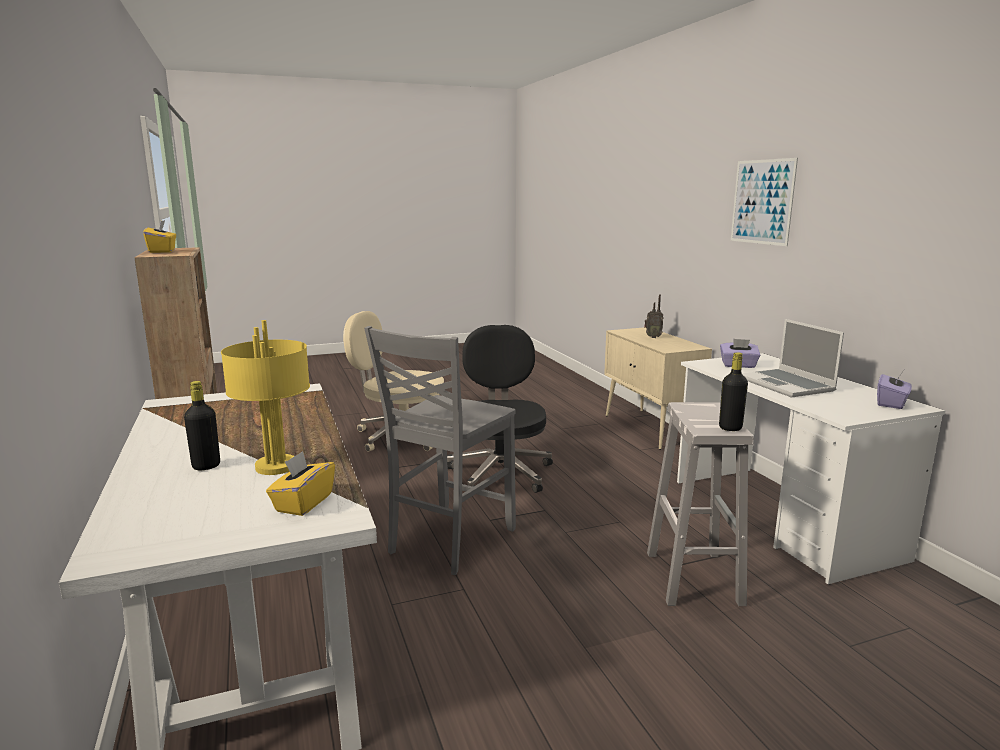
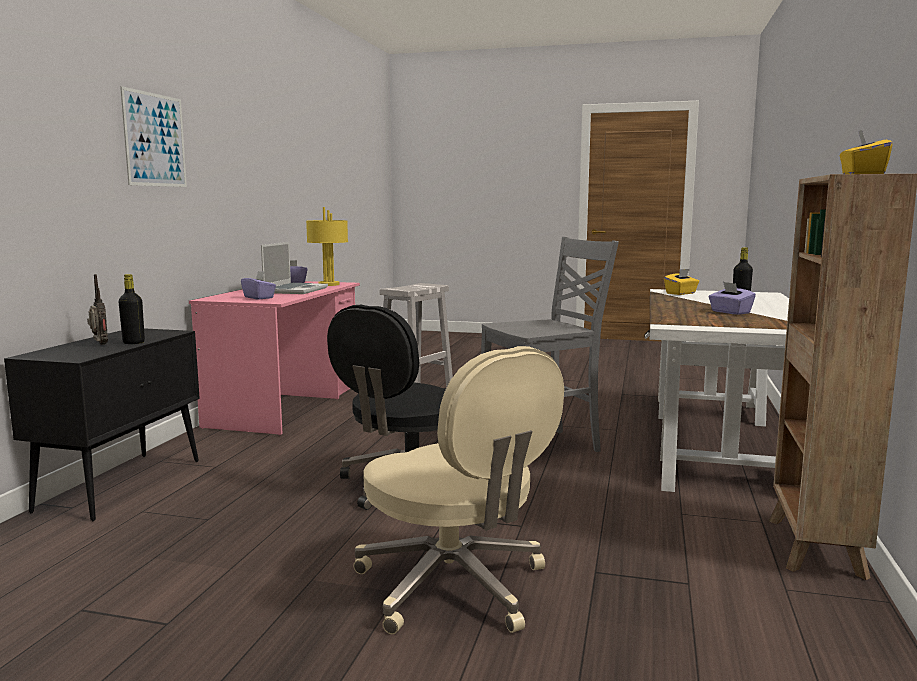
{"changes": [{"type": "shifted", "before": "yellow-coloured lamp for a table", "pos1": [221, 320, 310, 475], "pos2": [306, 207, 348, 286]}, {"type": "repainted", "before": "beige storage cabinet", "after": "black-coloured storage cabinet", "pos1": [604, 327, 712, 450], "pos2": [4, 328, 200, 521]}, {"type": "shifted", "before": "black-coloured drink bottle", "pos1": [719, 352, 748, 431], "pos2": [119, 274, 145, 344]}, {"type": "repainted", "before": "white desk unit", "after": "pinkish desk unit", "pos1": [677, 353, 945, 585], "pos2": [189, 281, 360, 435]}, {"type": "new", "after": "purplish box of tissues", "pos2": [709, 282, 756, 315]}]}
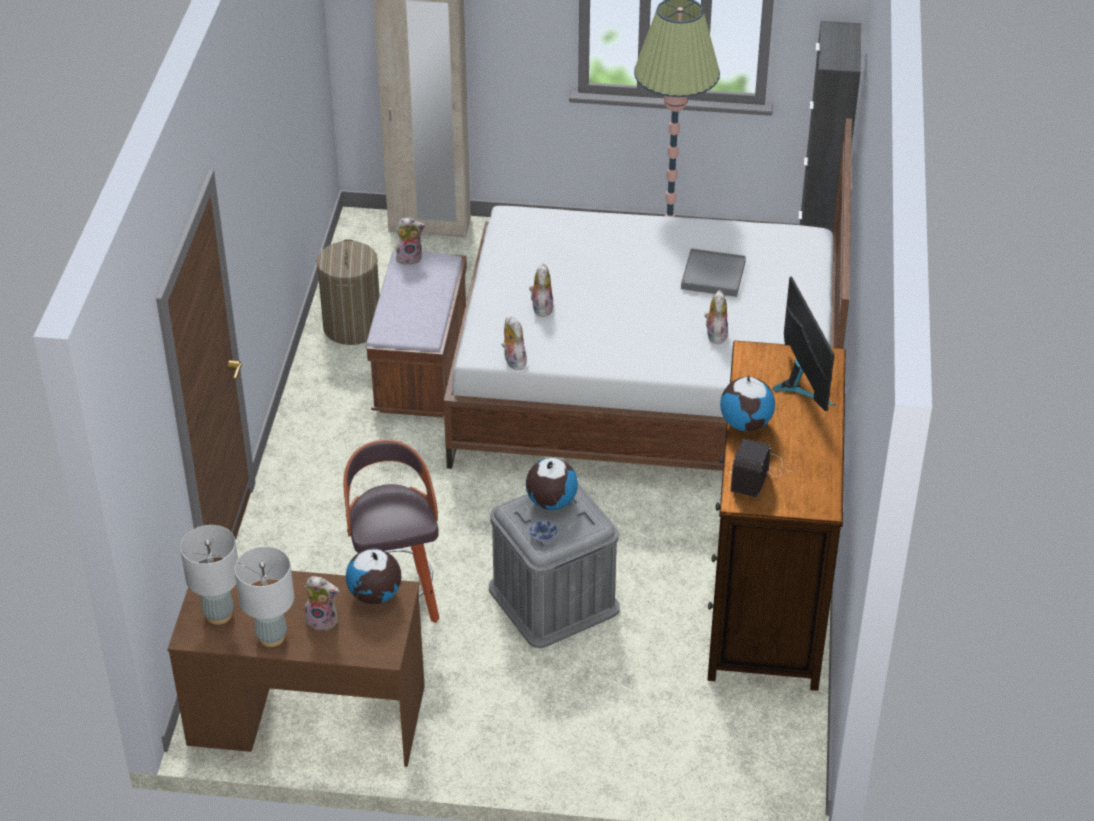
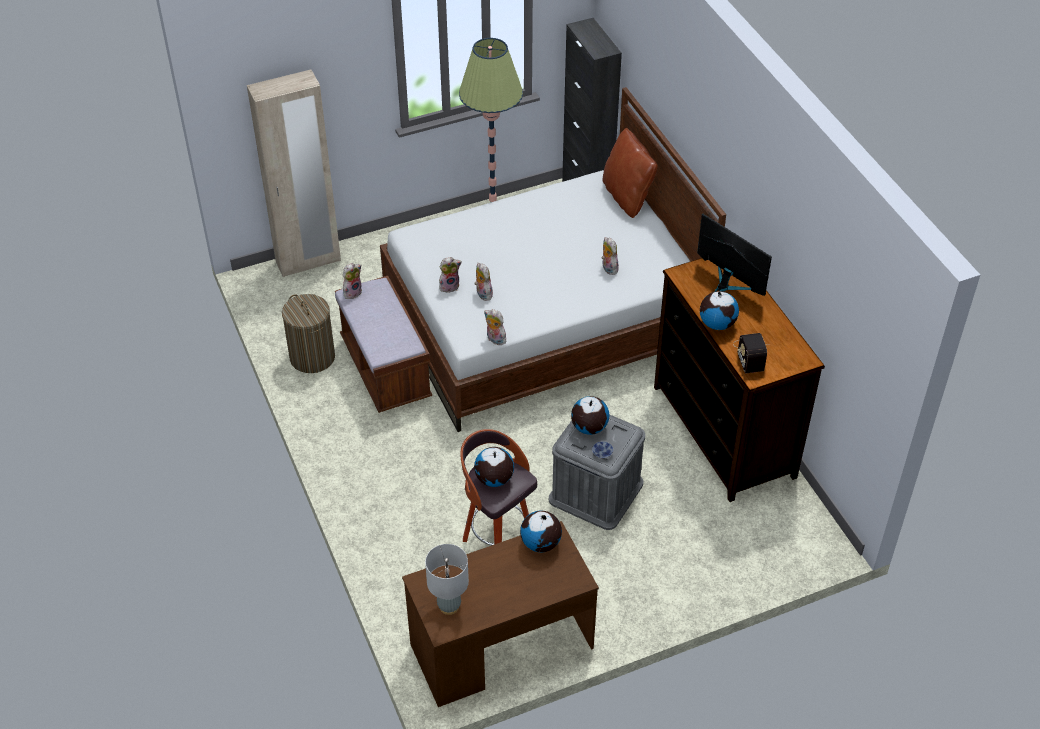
{"changes": [{"type": "gone", "before": "greyish serving tray", "pos1": [681, 248, 746, 297]}, {"type": "gone", "before": "greyish lamp for a table", "pos1": [234, 547, 294, 647]}, {"type": "shifted", "before": "cuddly toy", "pos1": [305, 576, 340, 631], "pos2": [439, 257, 462, 294]}, {"type": "new", "after": "brown throw pillow", "pos2": [602, 128, 658, 218]}, {"type": "new", "after": "world globe", "pos2": [474, 447, 514, 487]}]}
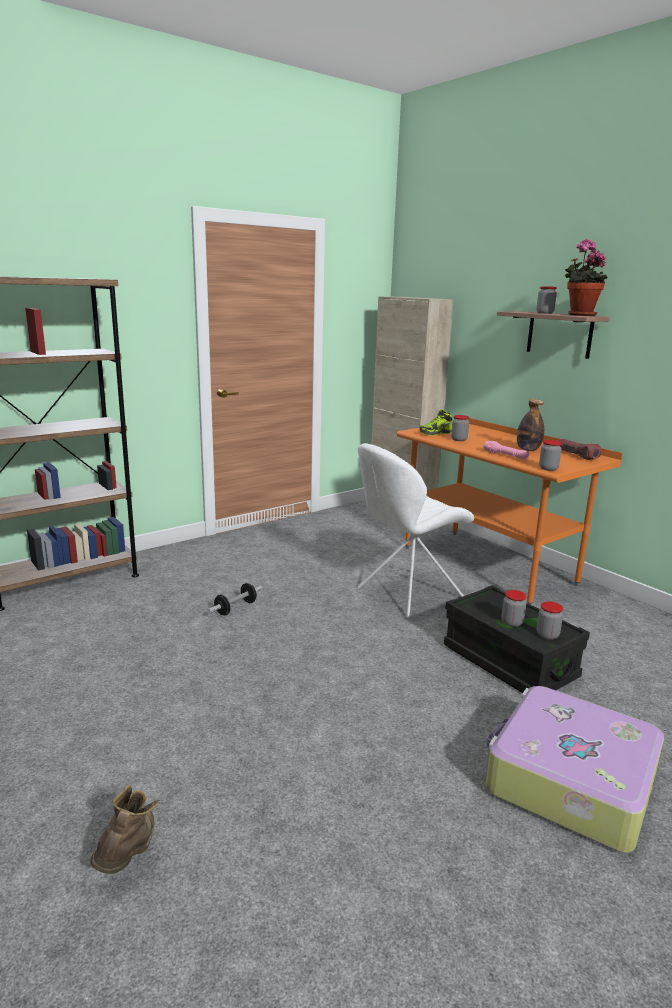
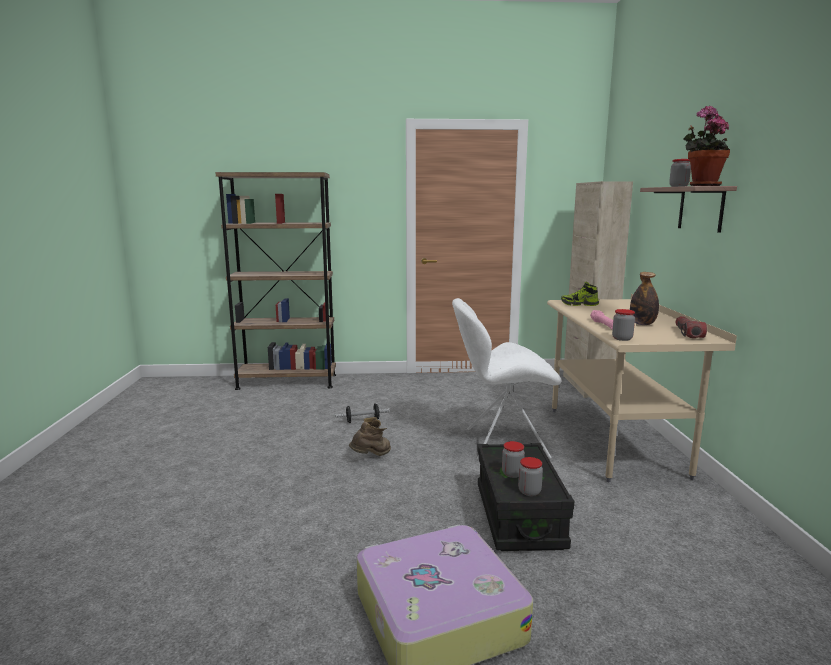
{"changes": [{"type": "gone", "before": "jar", "pos1": [451, 415, 469, 441]}, {"type": "repainted", "before": "orange desk unit", "after": "beige desk unit", "pos1": [397, 418, 623, 605], "pos2": [547, 294, 737, 482]}, {"type": "shifted", "before": "brown boot", "pos1": [90, 785, 160, 874], "pos2": [349, 417, 391, 456]}]}
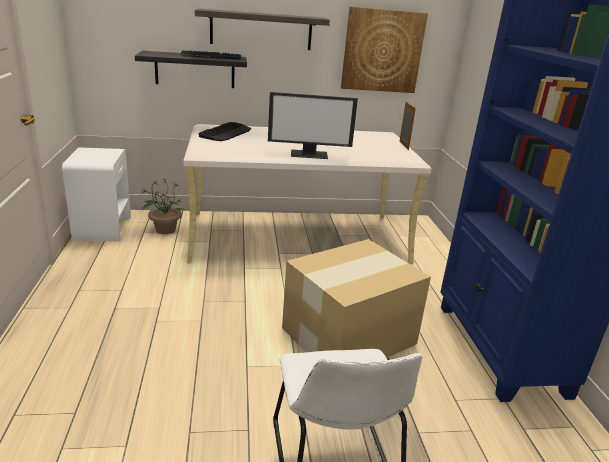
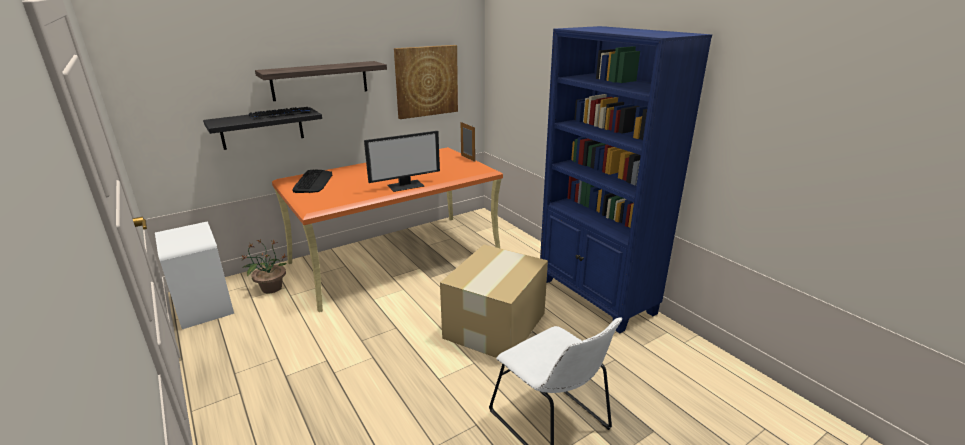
{"changes": [{"type": "repainted", "before": "beige desk unit", "after": "orange desk unit", "pos1": [183, 124, 432, 264], "pos2": [272, 147, 503, 312]}]}
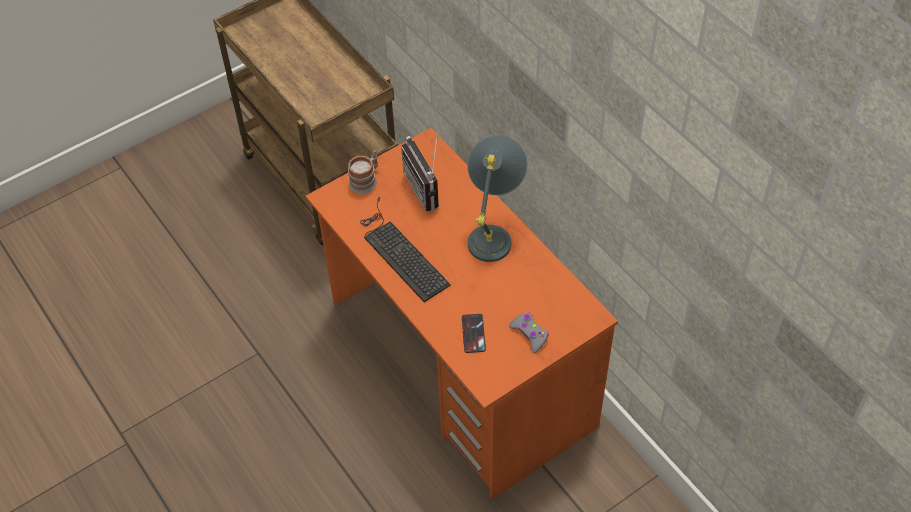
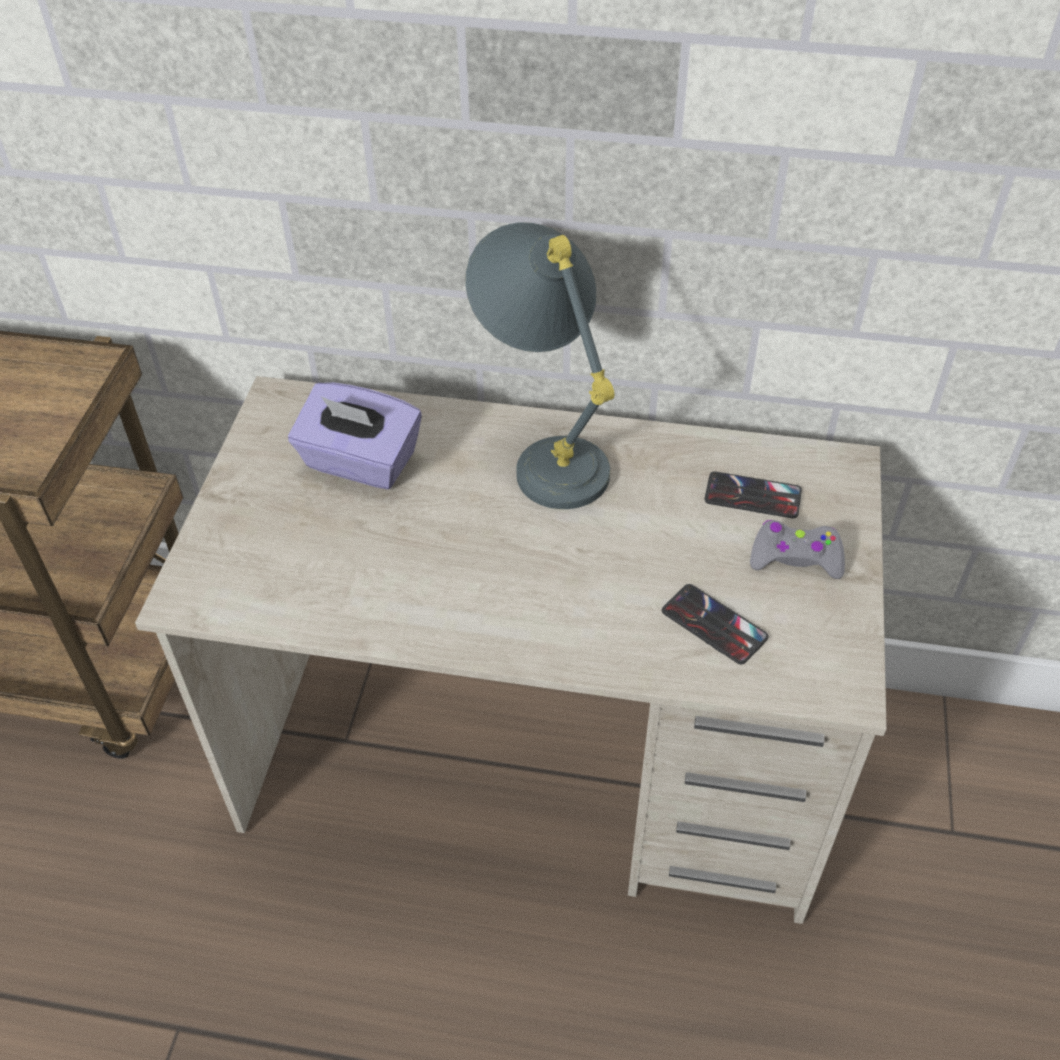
{"changes": [{"type": "repainted", "before": "orange desk unit", "after": "beige desk unit", "pos1": [306, 128, 618, 500], "pos2": [135, 376, 887, 924]}, {"type": "swapped", "before": "radio", "after": "purplish box of tissues", "pos1": [401, 133, 439, 211], "pos2": [288, 382, 422, 489]}, {"type": "gone", "before": "tea mug", "pos1": [348, 150, 378, 194]}, {"type": "gone", "before": "keyboard", "pos1": [360, 197, 451, 302]}, {"type": "new", "after": "telephone", "pos2": [705, 471, 802, 518]}]}
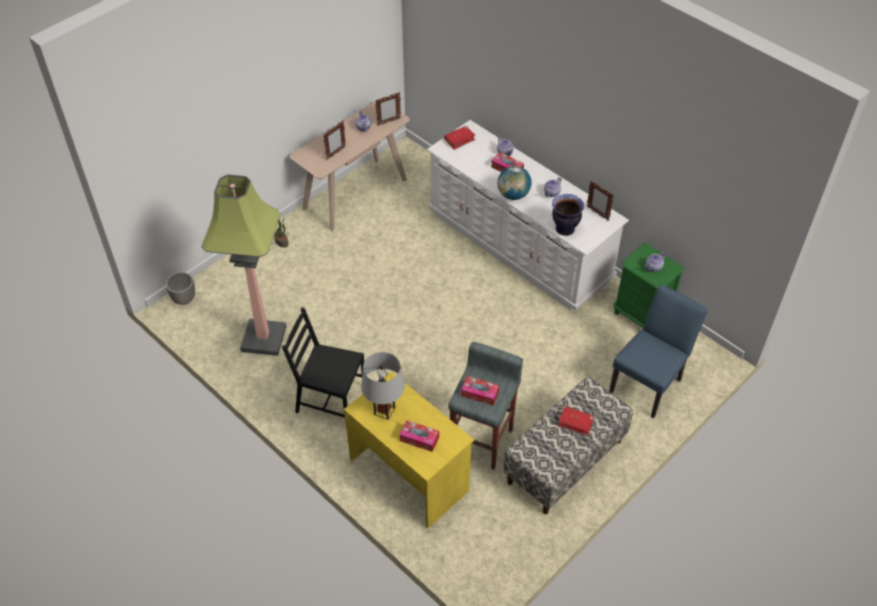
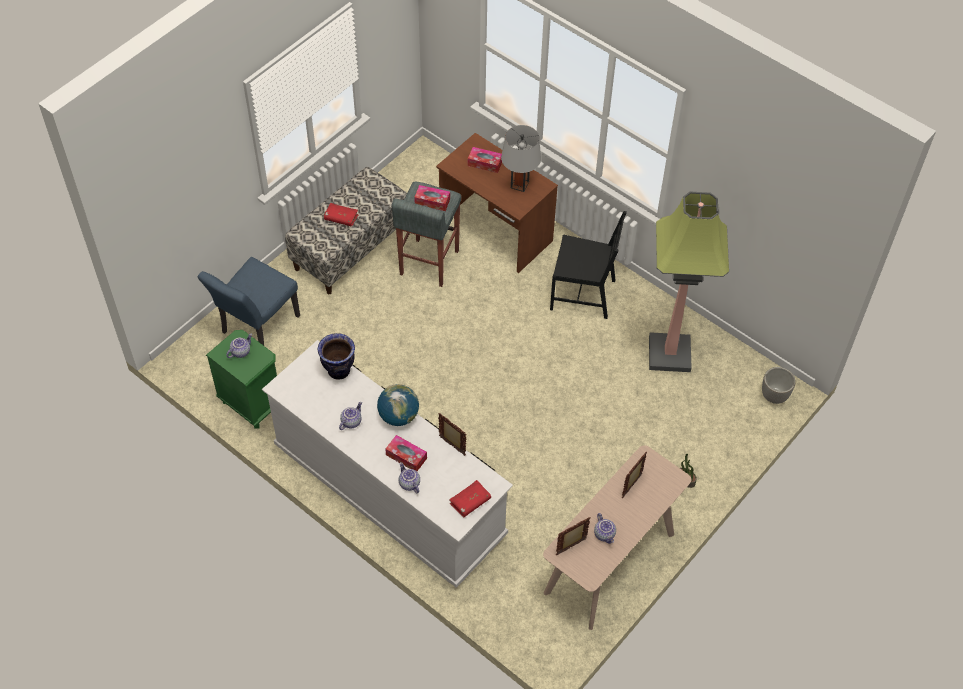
{"changes": [{"type": "shifted", "before": "standing frame", "pos1": [587, 181, 614, 221], "pos2": [438, 413, 467, 455]}, {"type": "repainted", "before": "yellow-coloured desk unit", "after": "brown desk unit", "pos1": [344, 372, 474, 529], "pos2": [436, 133, 558, 273]}]}
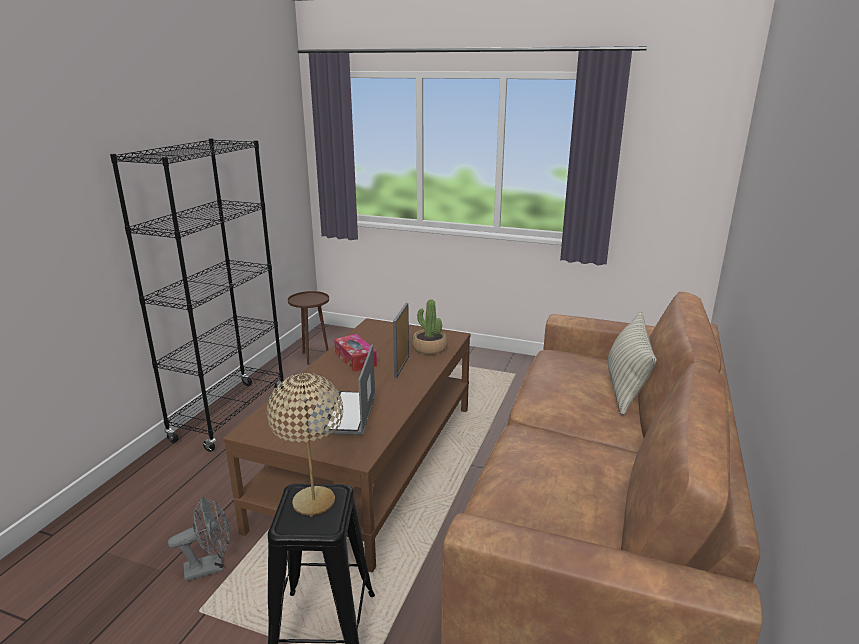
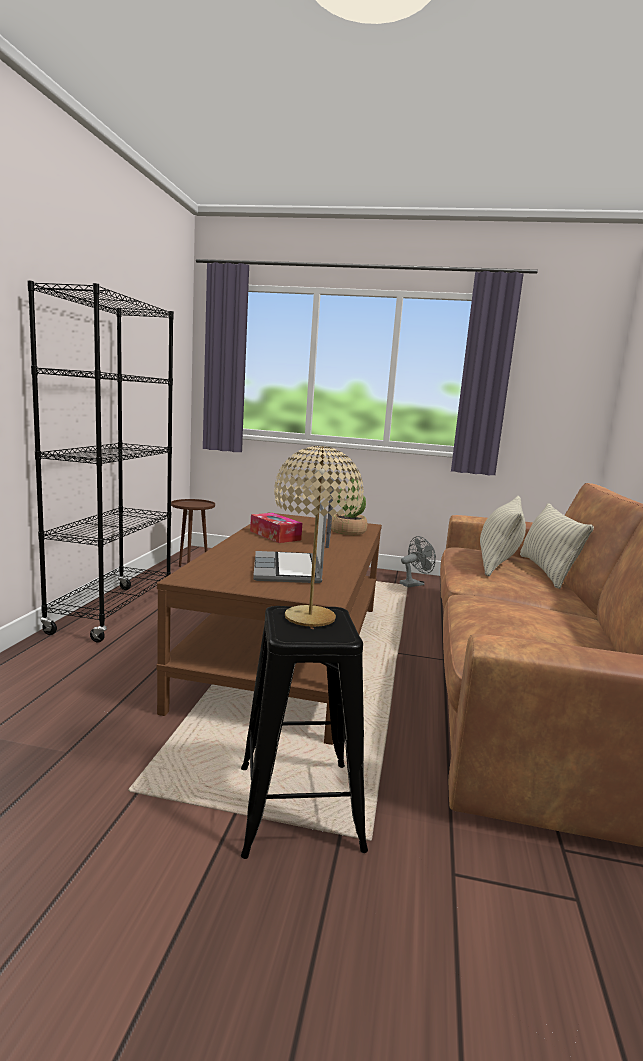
{"changes": [{"type": "shifted", "before": "greyish fan", "pos1": [168, 496, 230, 582], "pos2": [399, 536, 436, 587]}, {"type": "new", "after": "throw pillow", "pos2": [480, 496, 526, 576]}]}
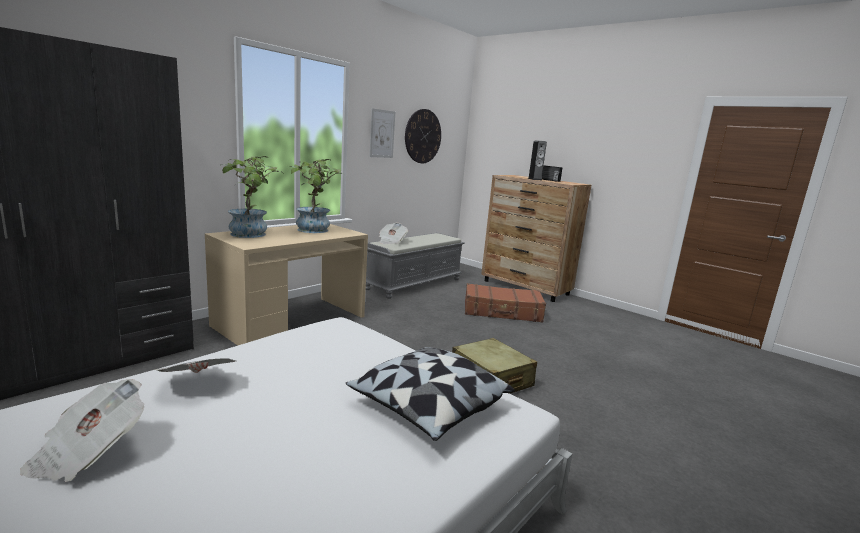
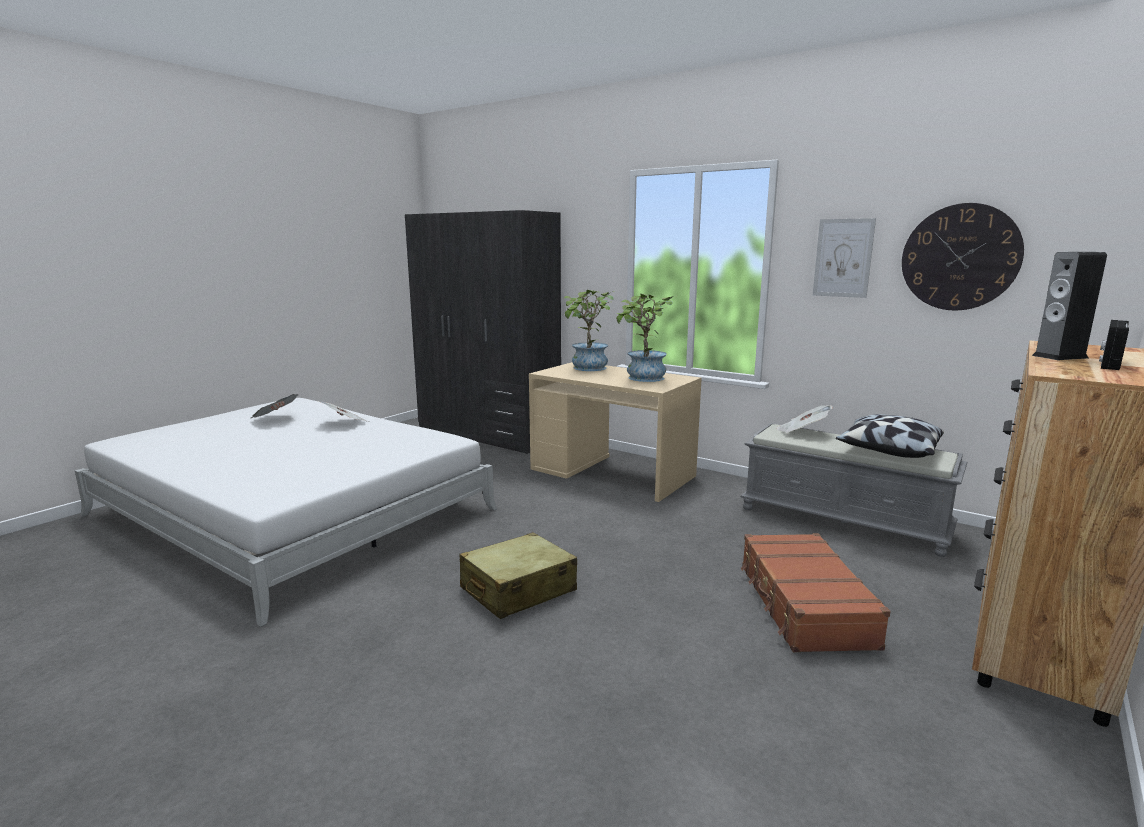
{"changes": [{"type": "shifted", "before": "throw pillow", "pos1": [346, 347, 515, 441], "pos2": [836, 414, 944, 458]}]}
